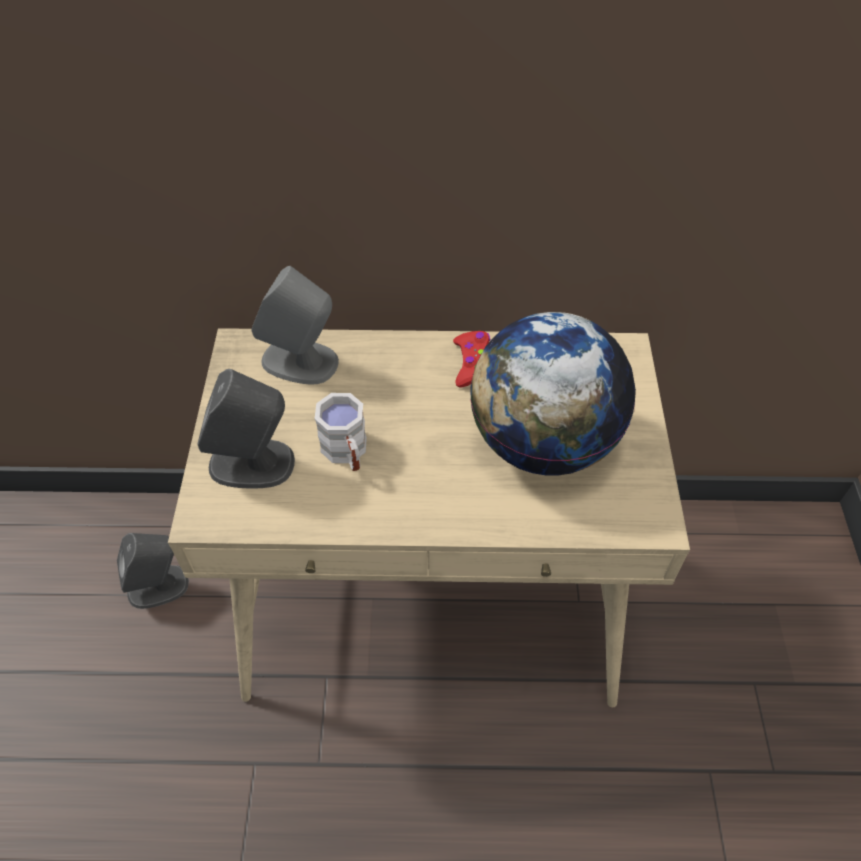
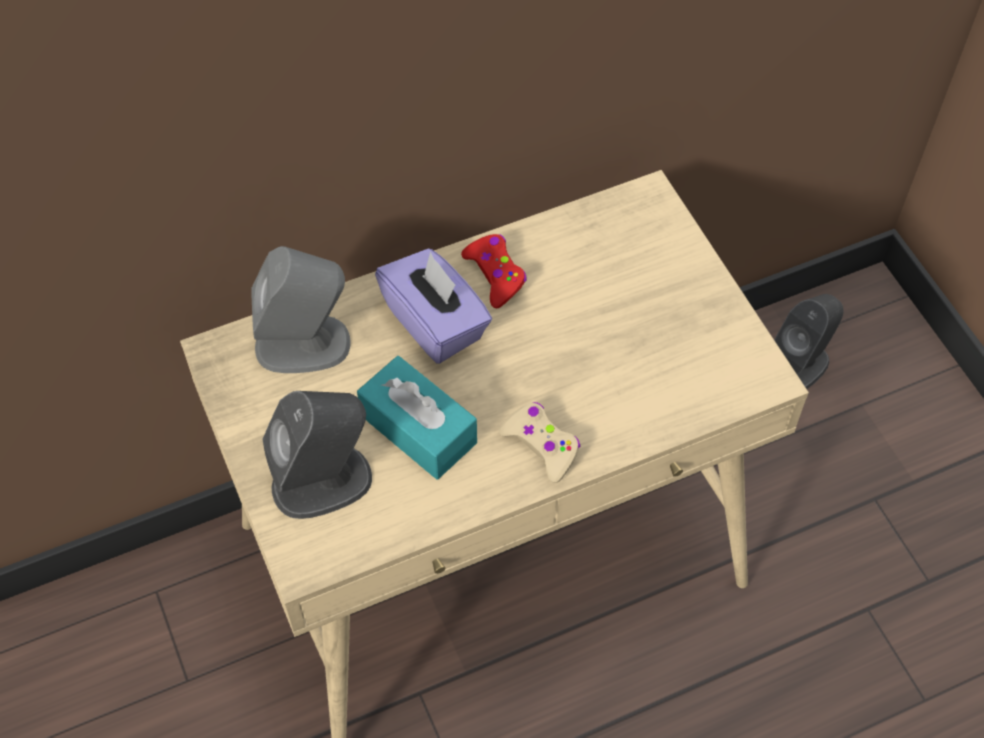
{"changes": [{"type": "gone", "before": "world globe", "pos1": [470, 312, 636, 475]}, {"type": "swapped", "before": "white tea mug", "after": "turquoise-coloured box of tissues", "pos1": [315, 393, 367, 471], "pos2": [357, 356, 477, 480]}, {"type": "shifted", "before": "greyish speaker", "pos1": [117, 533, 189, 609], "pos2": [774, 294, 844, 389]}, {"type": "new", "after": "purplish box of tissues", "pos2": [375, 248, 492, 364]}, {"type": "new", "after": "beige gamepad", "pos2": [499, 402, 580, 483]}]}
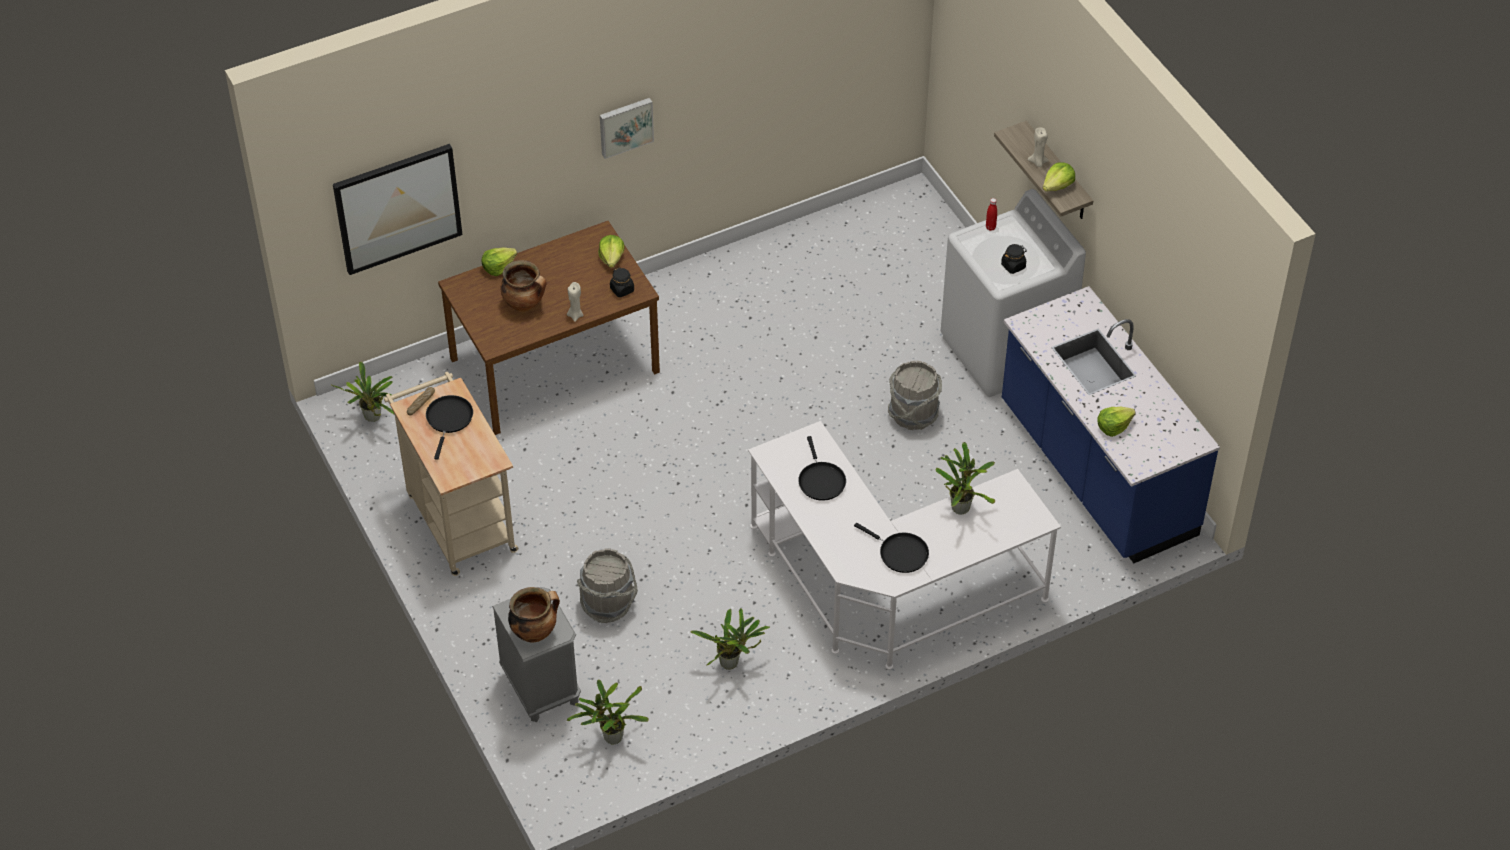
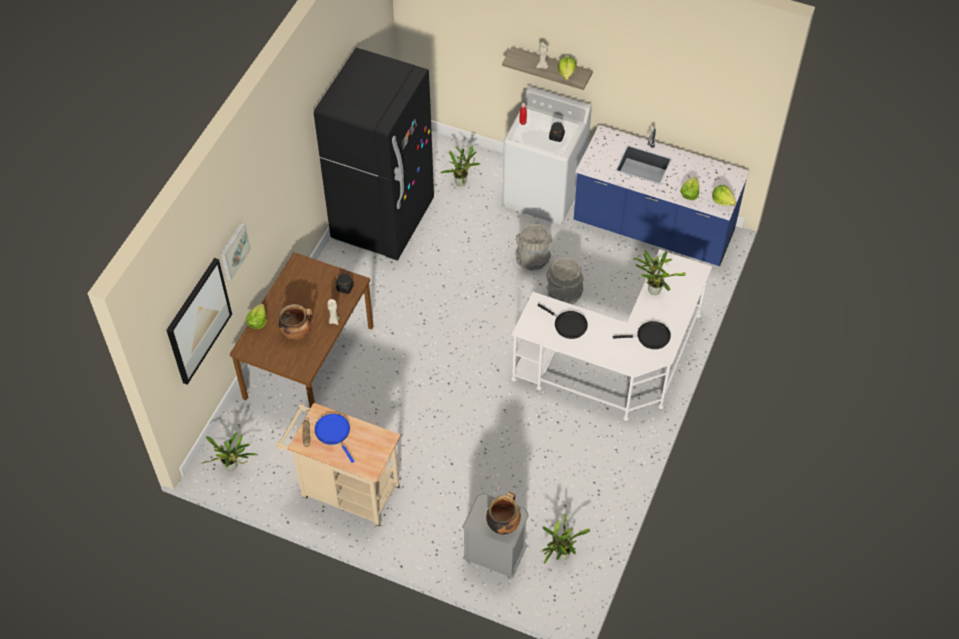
{"changes": [{"type": "shifted", "before": "picture", "pos1": [600, 98, 654, 159], "pos2": [220, 223, 251, 280]}, {"type": "shifted", "before": "lettuce head", "pos1": [598, 235, 625, 268], "pos2": [712, 185, 737, 206]}, {"type": "repainted", "before": "black-coloured pan", "after": "blue-coloured pan", "pos1": [426, 395, 473, 460], "pos2": [315, 414, 354, 463]}, {"type": "shifted", "before": "greyish water bucket", "pos1": [577, 548, 638, 623], "pos2": [546, 258, 584, 304]}, {"type": "shifted", "before": "plant in a pot", "pos1": [691, 608, 770, 670], "pos2": [441, 145, 480, 186]}, {"type": "new", "after": "black-coloured fridge", "pos2": [314, 47, 434, 260]}]}
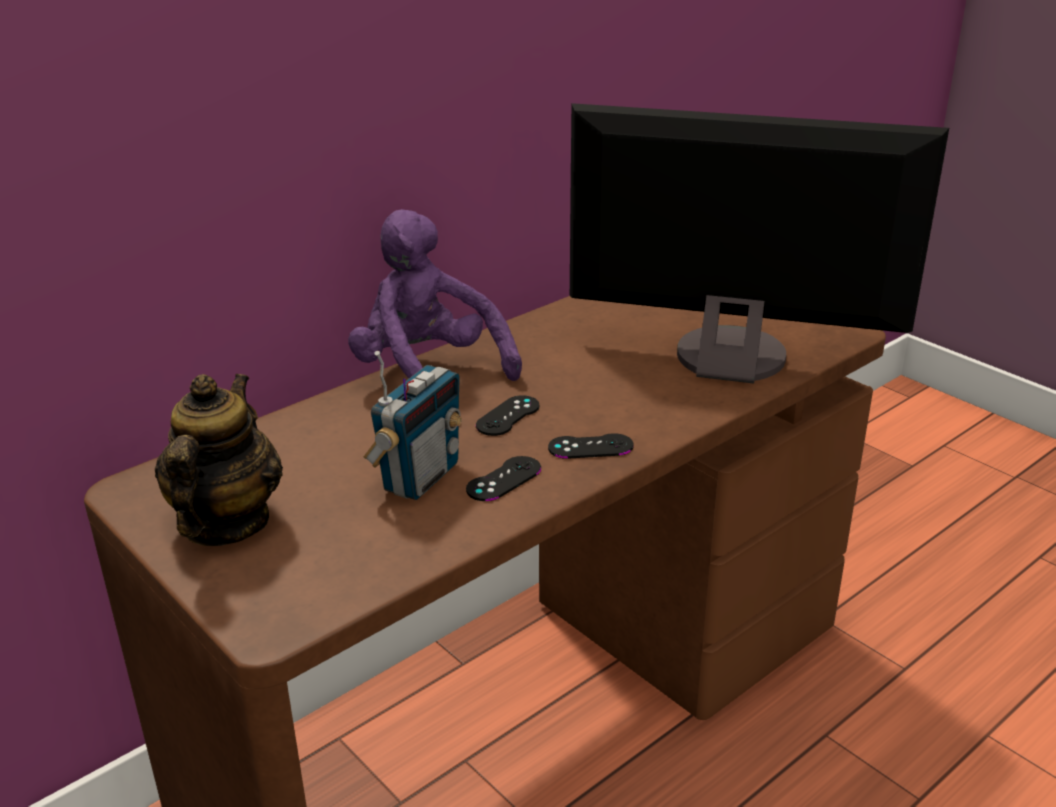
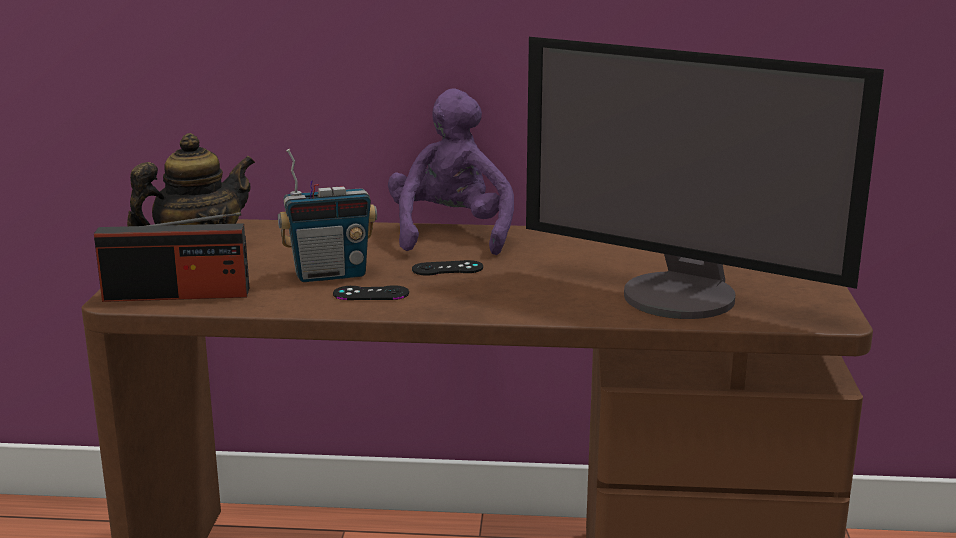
{"changes": [{"type": "rotated", "before": "computer screen", "pos1": [570, 103, 949, 384], "pos2": [526, 37, 884, 319], "turn": 150}, {"type": "gone", "before": "black-coloured gamepad", "pos1": [548, 433, 634, 459]}, {"type": "new", "after": "radio", "pos2": [94, 212, 249, 302]}]}
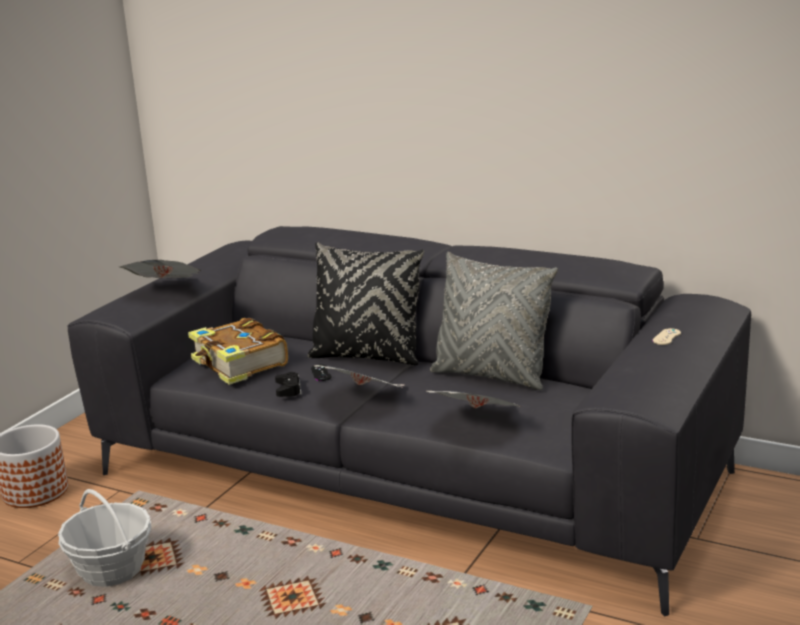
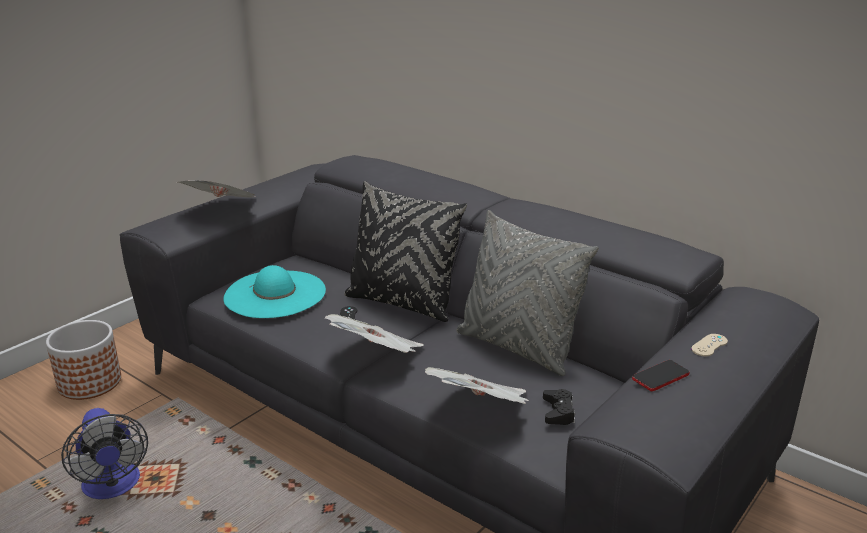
{"changes": [{"type": "swapped", "before": "volume", "after": "turquoise-coloured clothing hat", "pos1": [188, 318, 288, 385], "pos2": [223, 265, 326, 318]}, {"type": "shifted", "before": "black-coloured gamepad", "pos1": [275, 372, 302, 397], "pos2": [543, 389, 575, 425]}, {"type": "swapped", "before": "storage basket", "after": "fan", "pos1": [58, 489, 151, 587], "pos2": [61, 408, 148, 499]}, {"type": "new", "after": "telephone", "pos2": [632, 360, 690, 391]}]}
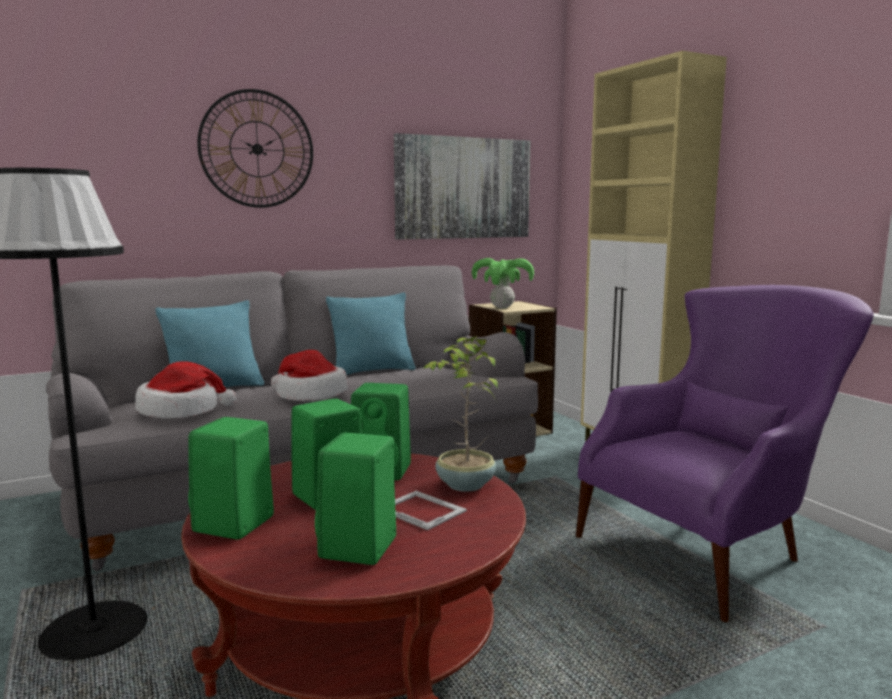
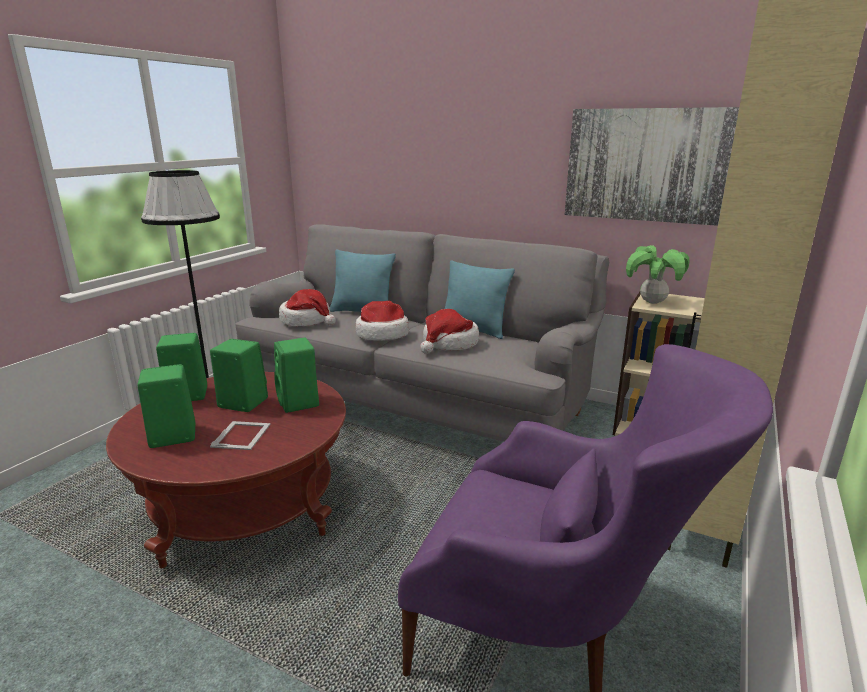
{"changes": [{"type": "gone", "before": "wall clock", "pos1": [197, 89, 313, 208]}, {"type": "gone", "before": "plant in a pot", "pos1": [422, 336, 498, 492]}, {"type": "new", "after": "clothing hat", "pos2": [420, 309, 479, 354]}]}
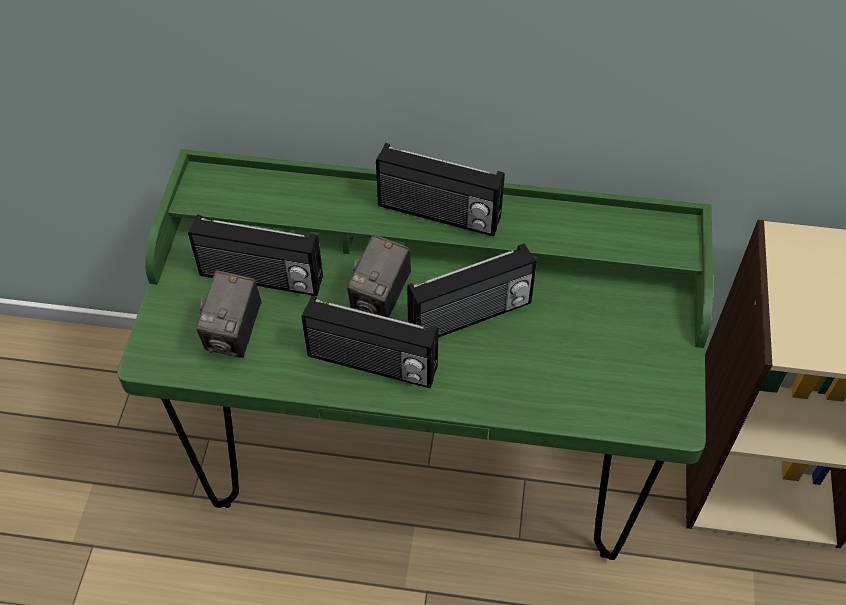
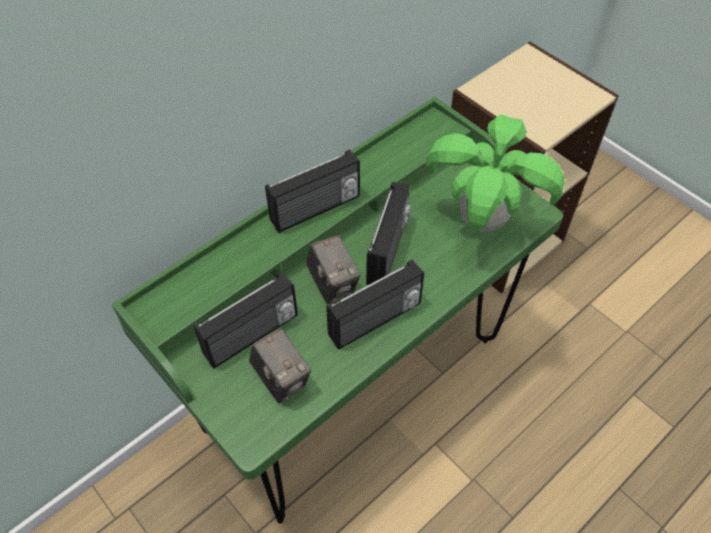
{"changes": [{"type": "new", "after": "plant in a pot", "pos2": [426, 114, 565, 232]}]}
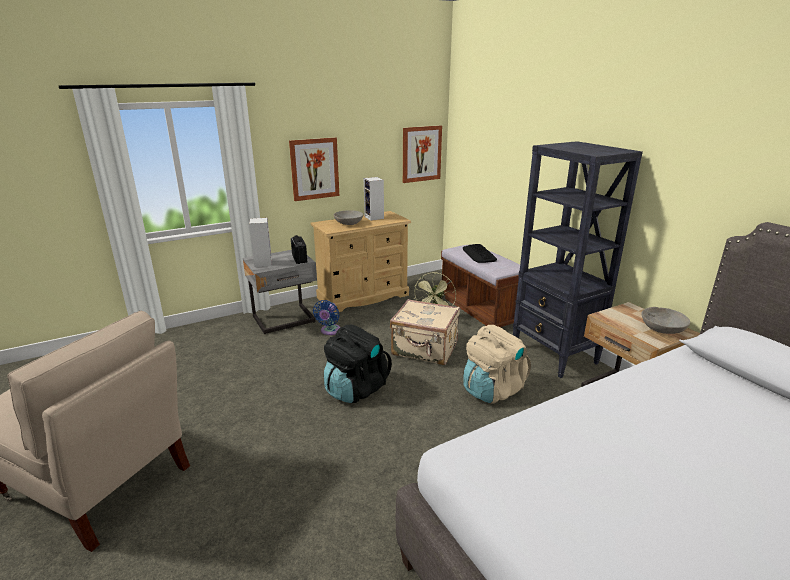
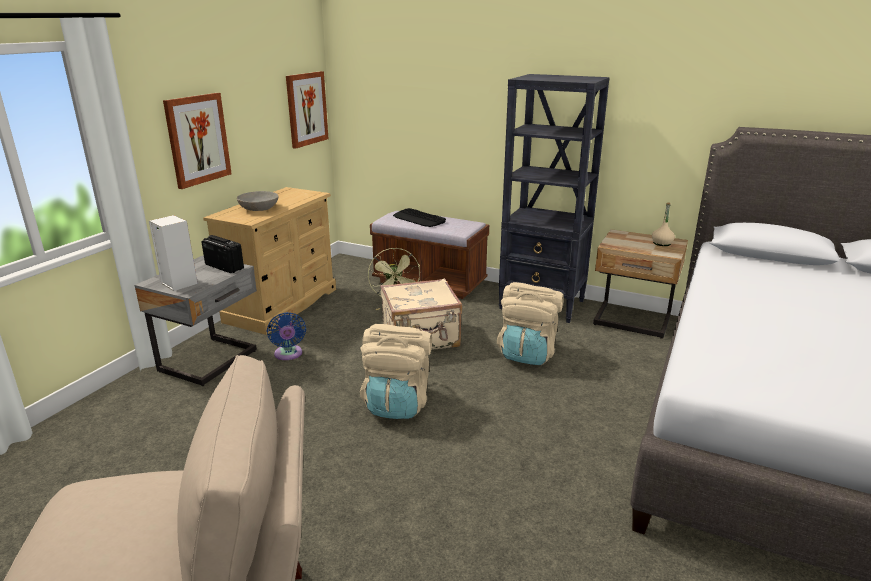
{"changes": [{"type": "gone", "before": "speaker", "pos1": [364, 177, 384, 221]}, {"type": "swapped", "before": "greyish bowl", "after": "beige drink bottle", "pos1": [641, 307, 690, 334], "pos2": [652, 203, 675, 246]}, {"type": "repainted", "before": "black-coloured rucksack", "after": "beige rucksack", "pos1": [324, 325, 392, 403], "pos2": [360, 324, 432, 419]}]}
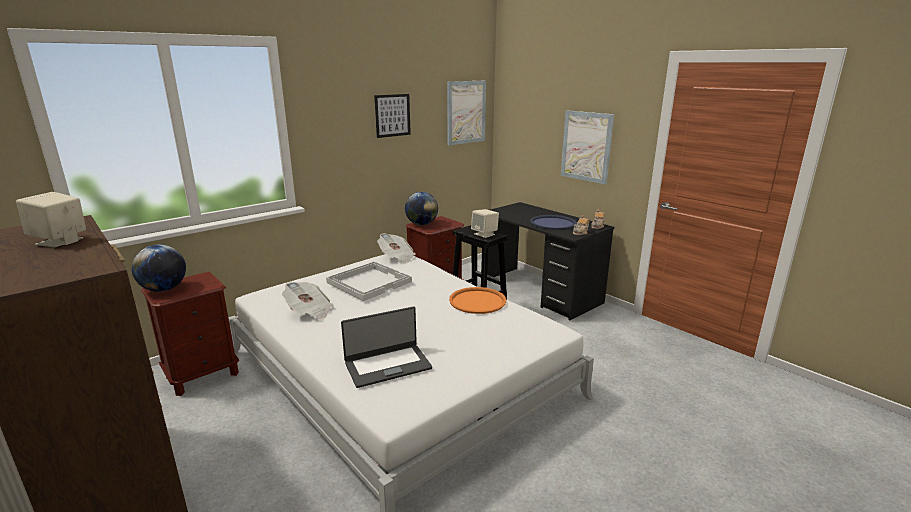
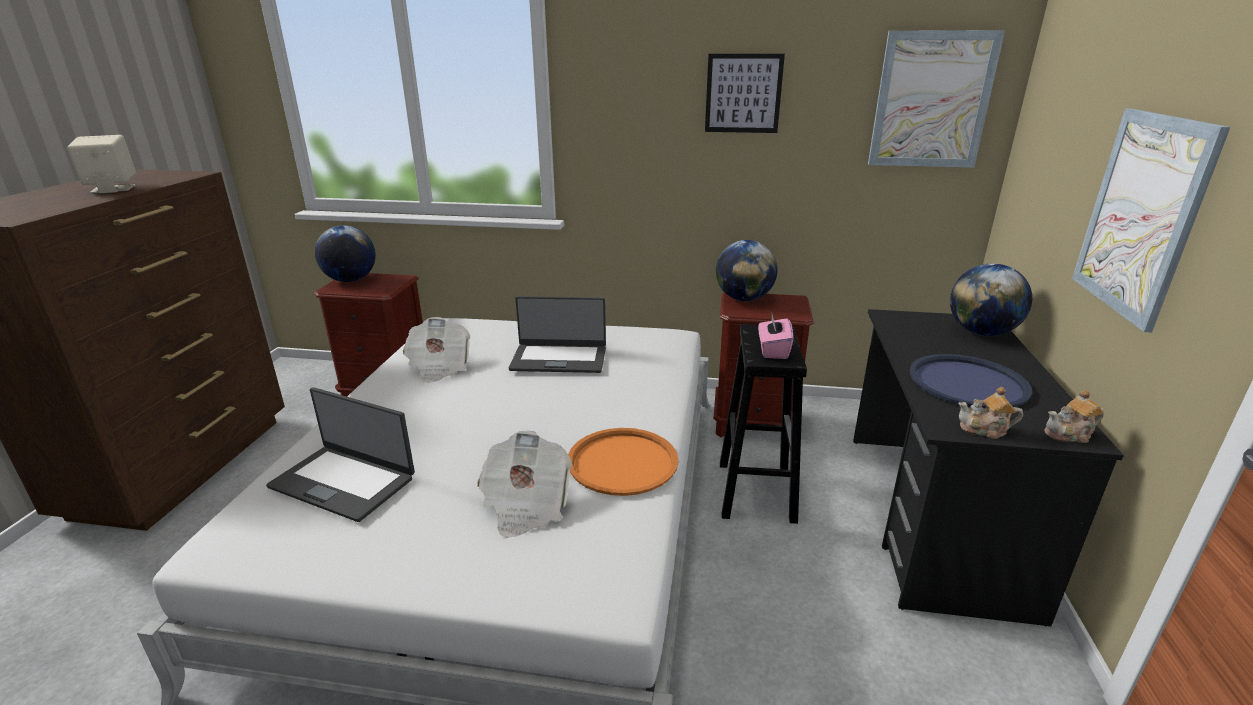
{"changes": [{"type": "swapped", "before": "beige speaker", "after": "pinkish box of tissues", "pos1": [471, 209, 499, 238], "pos2": [758, 314, 793, 359]}, {"type": "shifted", "before": "newspaper", "pos1": [377, 233, 416, 263], "pos2": [477, 430, 572, 538]}, {"type": "swapped", "before": "white serving tray", "after": "portable computer", "pos1": [326, 261, 412, 301], "pos2": [509, 296, 606, 373]}, {"type": "new", "after": "world globe", "pos2": [950, 264, 1032, 336]}]}
